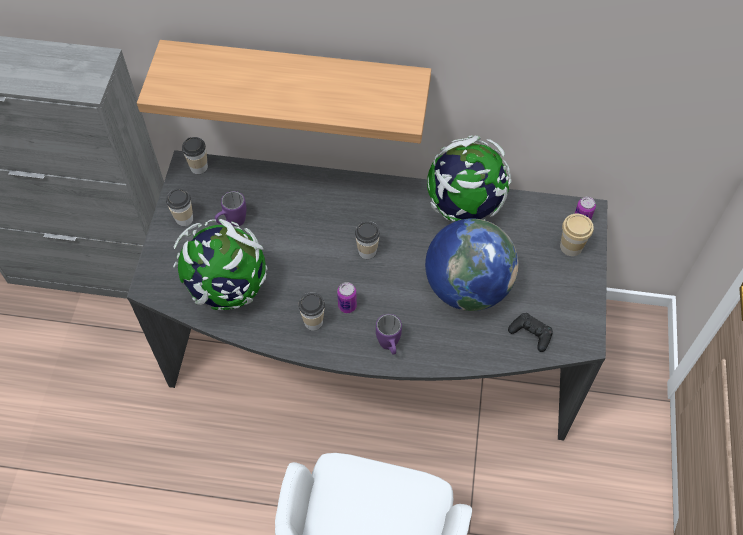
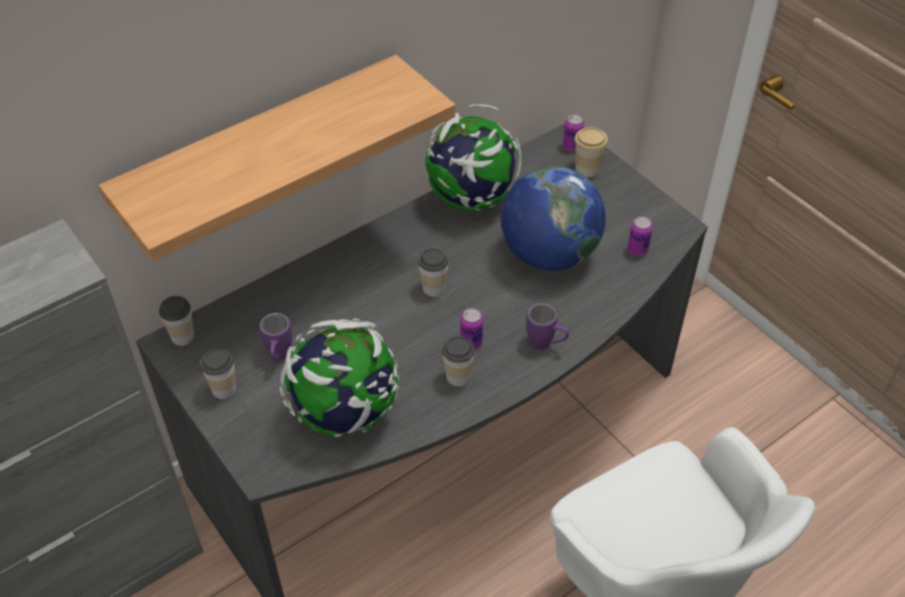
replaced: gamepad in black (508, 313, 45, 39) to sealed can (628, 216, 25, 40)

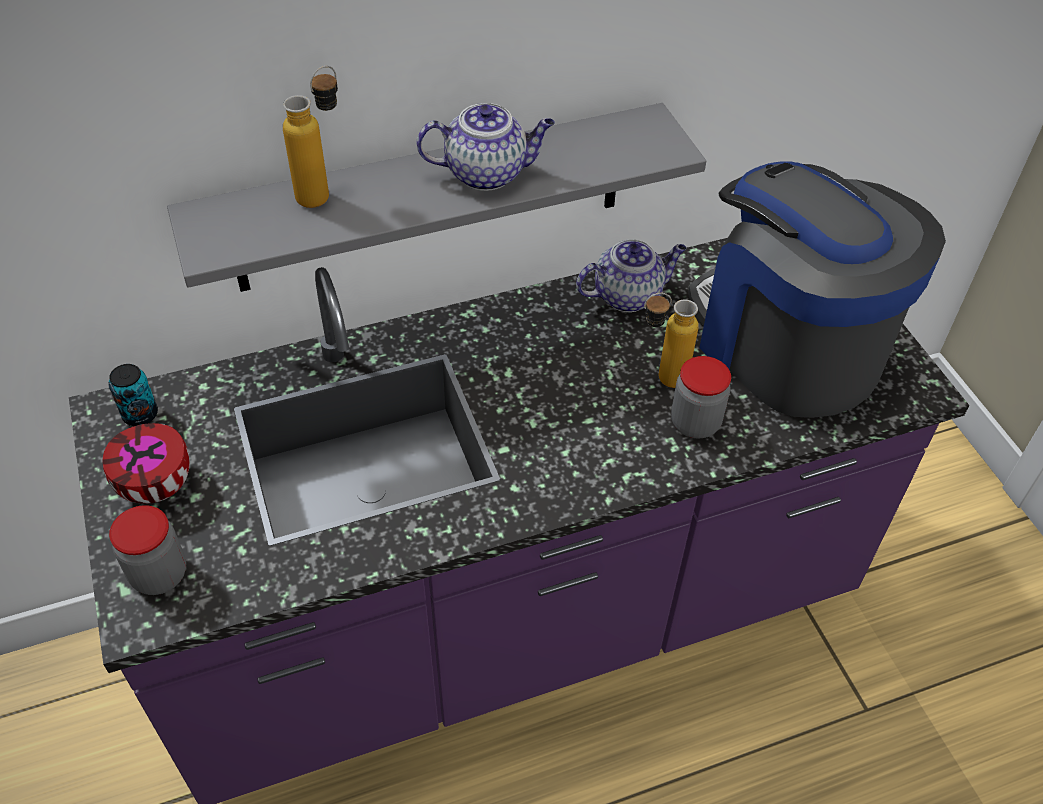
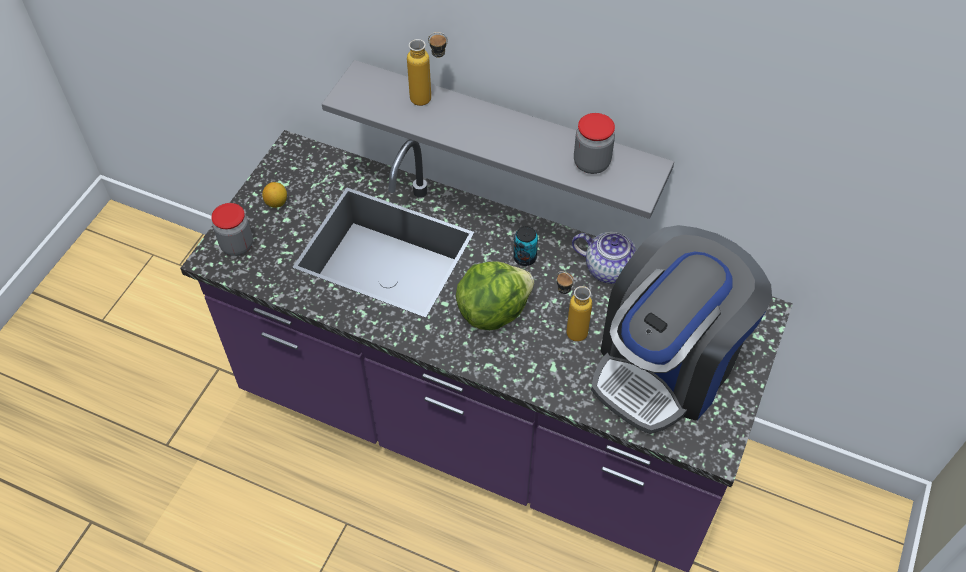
removed: teapot (416, 103, 139, 88)
added: lettuce (456, 261, 78, 69)
moved: preserve jar (671, 356, 60, 82) to (574, 113, 41, 61); sealed can (108, 364, 50, 62) to (513, 226, 25, 40)
replaced: serving bowl (103, 423, 87, 81) to citrus fruit (262, 182, 25, 26)
turned: coffee brewer (688, 162, 258, 256) = (591, 225, 181, 209) 150 degrees counterclockwise

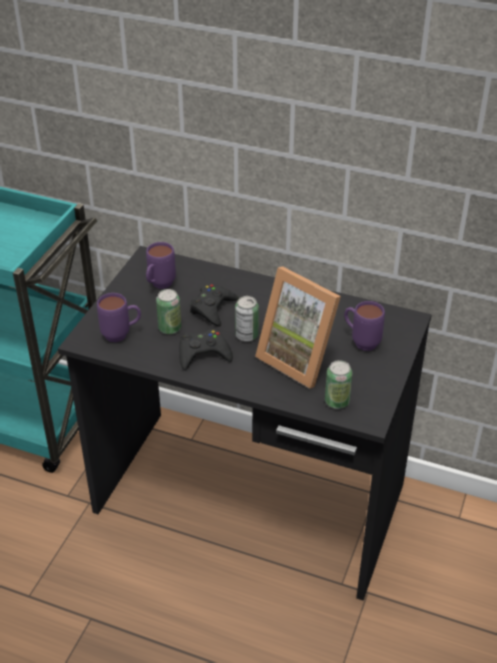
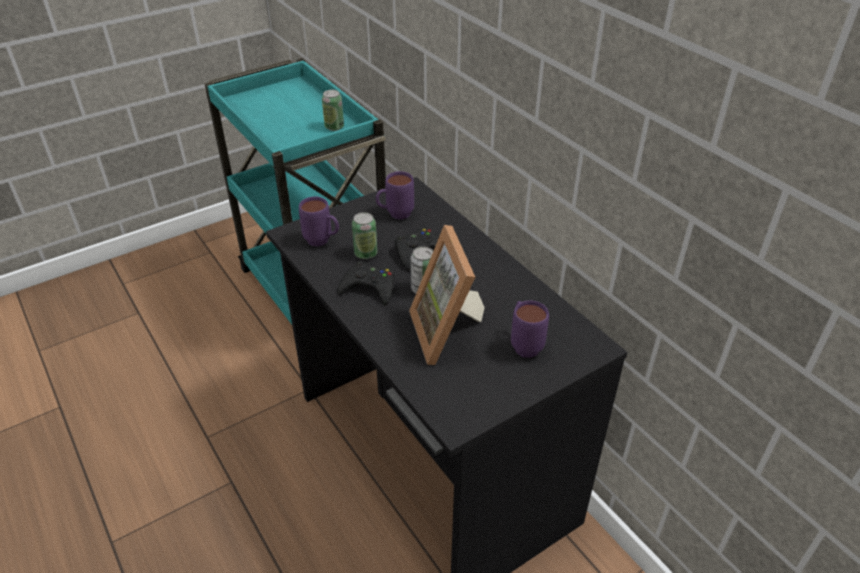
moved: sealed can (325, 360, 27, 49) to (322, 90, 22, 41)

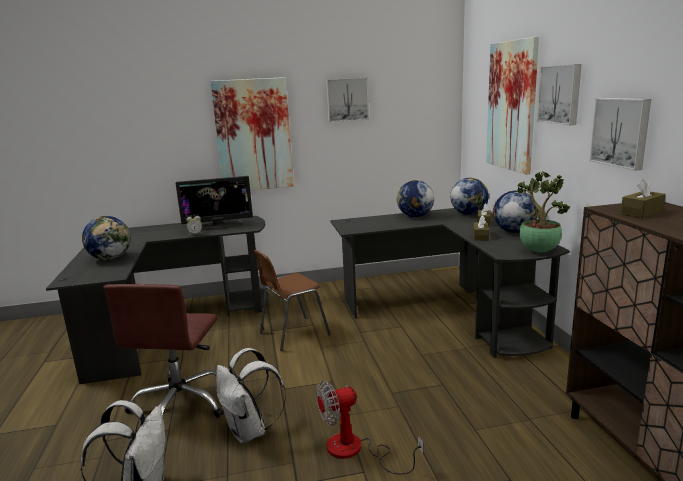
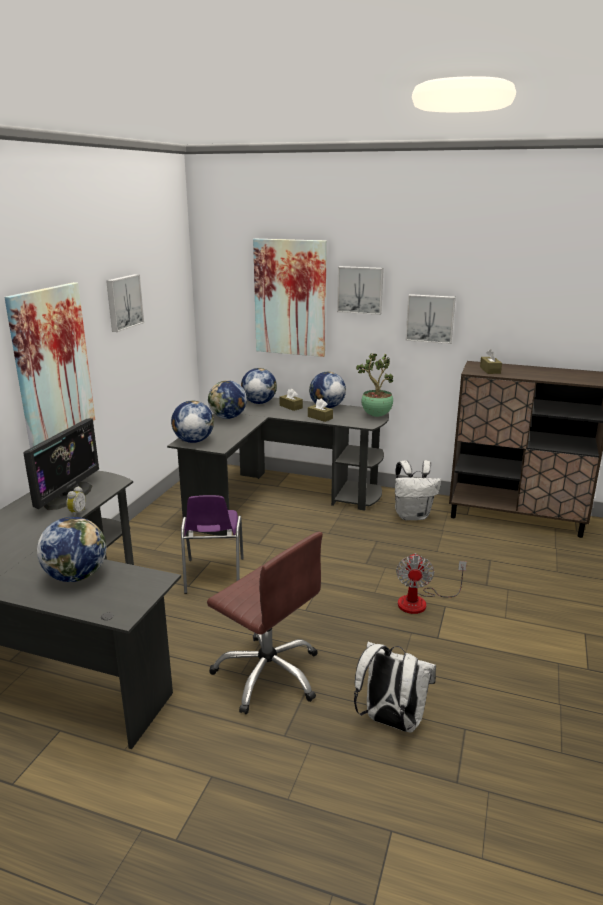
added: desk globe (171, 401, 43, 42)
moved: backpack in white (216, 348, 70, 96) to (395, 460, 46, 60)
recoloured: upright chair in brownish (253, 250, 78, 101) to upright chair in purplish (181, 495, 63, 99)

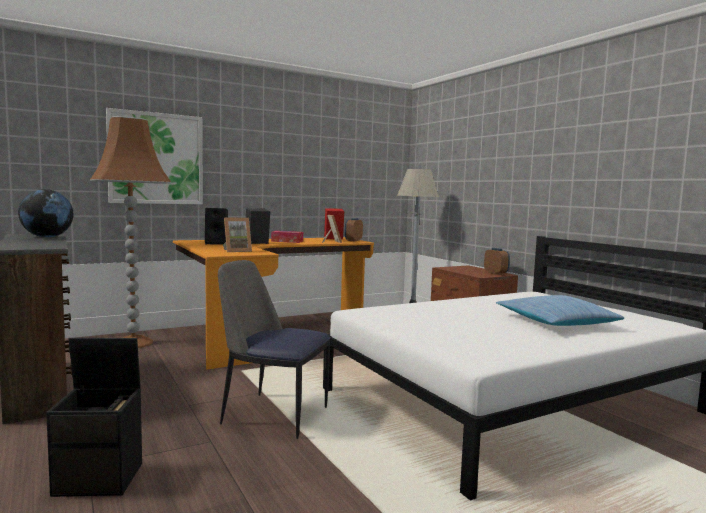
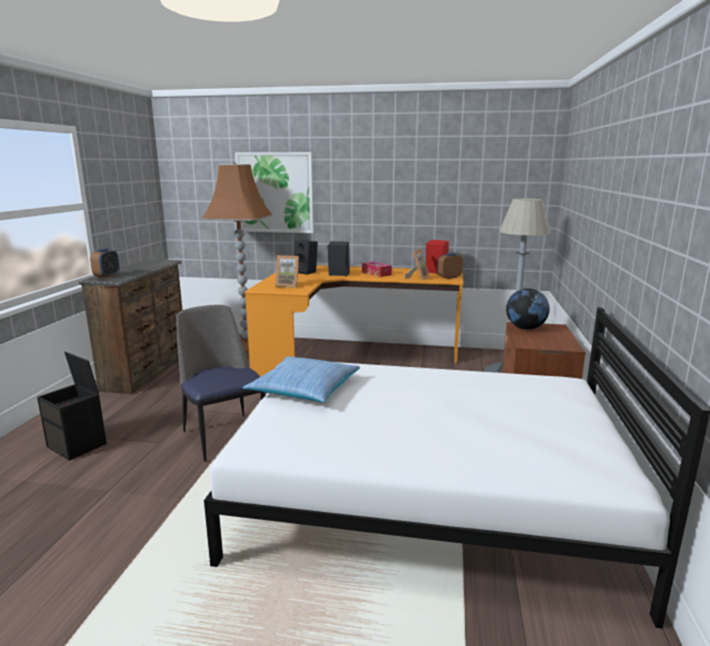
moved: desk globe (18, 189, 55, 48) to (506, 288, 43, 42); alarm clock (484, 248, 26, 27) to (90, 248, 30, 30); pillow (496, 295, 128, 31) to (243, 356, 117, 47)

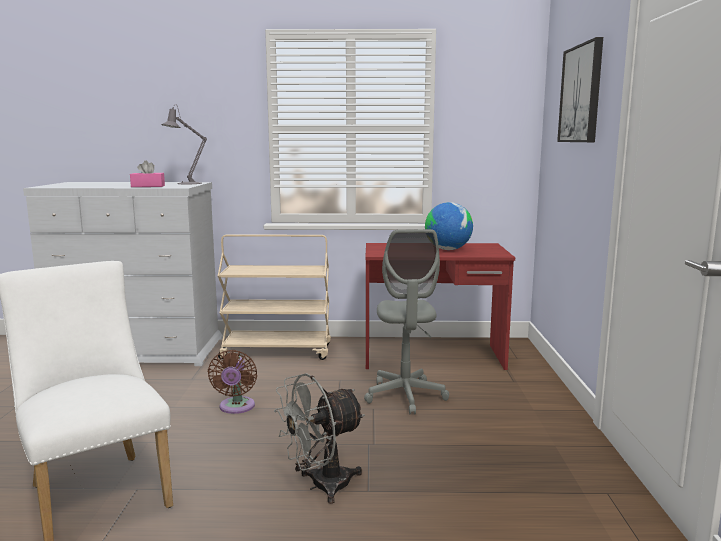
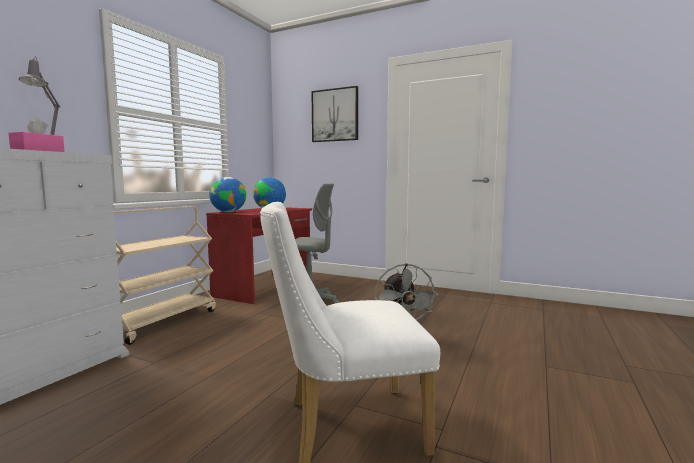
removed: fan in brownish (208, 350, 49, 64)
added: desk globe (209, 177, 37, 35)

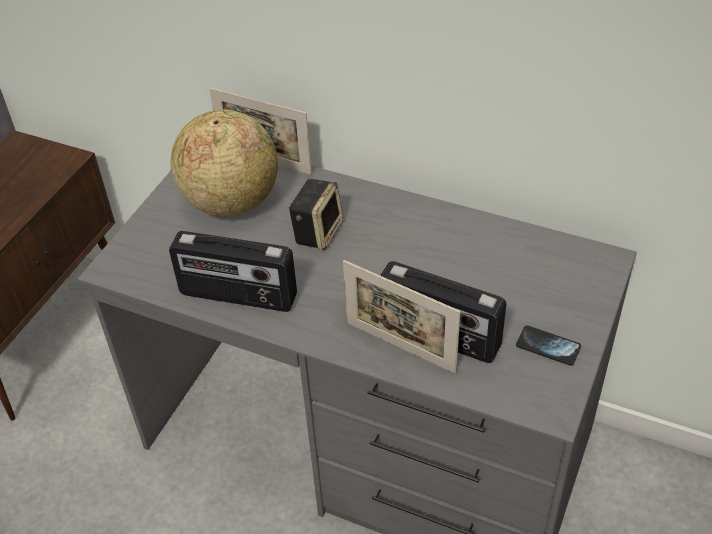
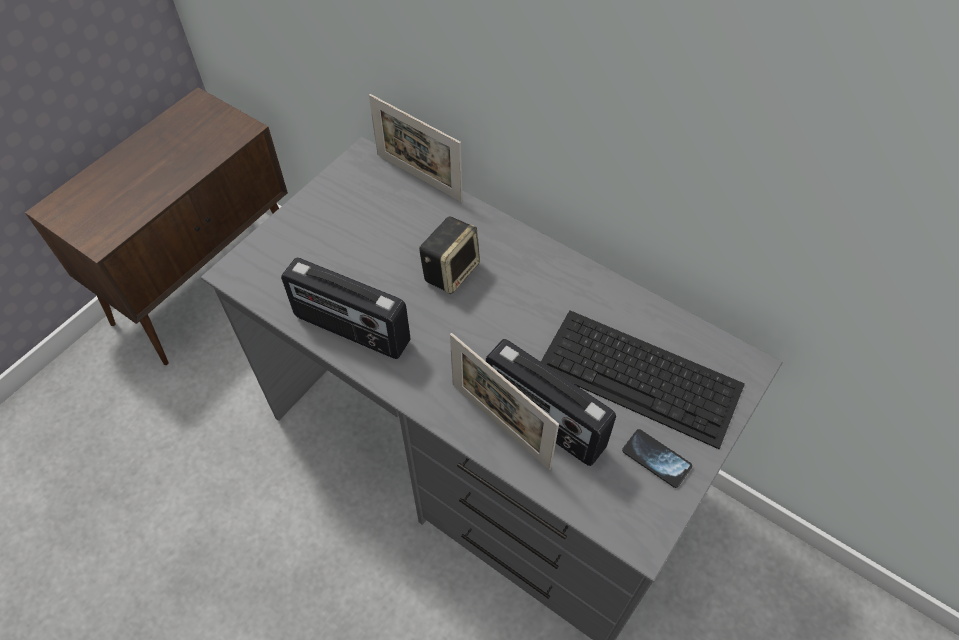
removed: desk globe (171, 109, 107, 108)
added: computer keyboard (541, 310, 204, 139)

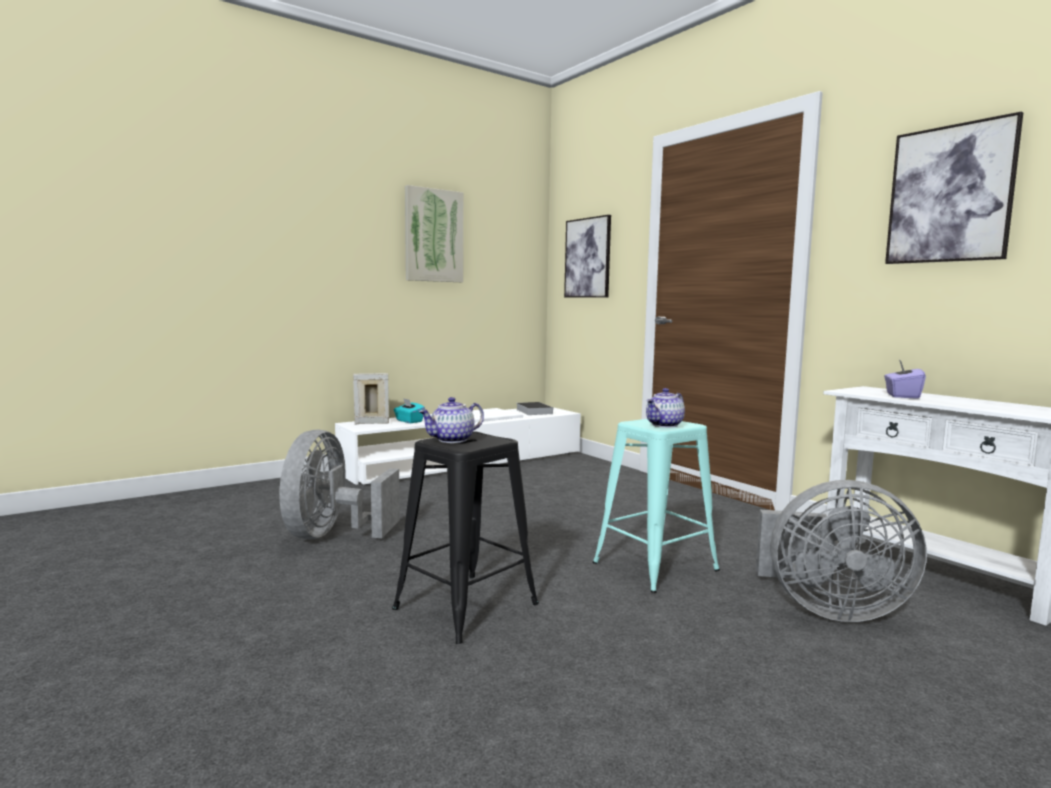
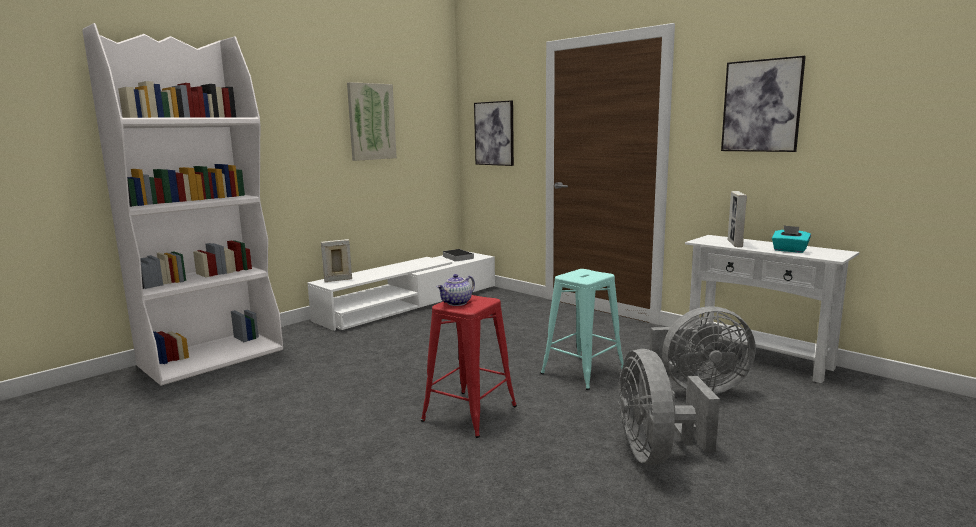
removed: teapot (646, 388, 39, 40)
added: bookcase in white (82, 23, 201, 363)
moved: tissue holder in turquoise (394, 398, 31, 25) to (772, 225, 39, 28); fan in grey (279, 429, 121, 111) to (618, 349, 102, 116)
replaced: tissue holder in purplish (884, 360, 42, 39) to standing frame (728, 191, 19, 56)
recoloured: stool in black (392, 431, 147, 213) to stool in red (421, 295, 96, 143)

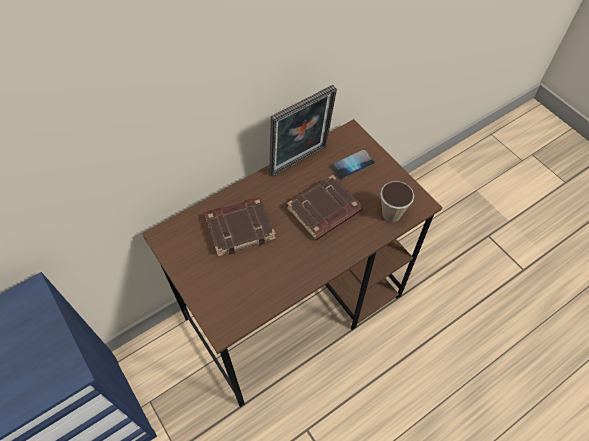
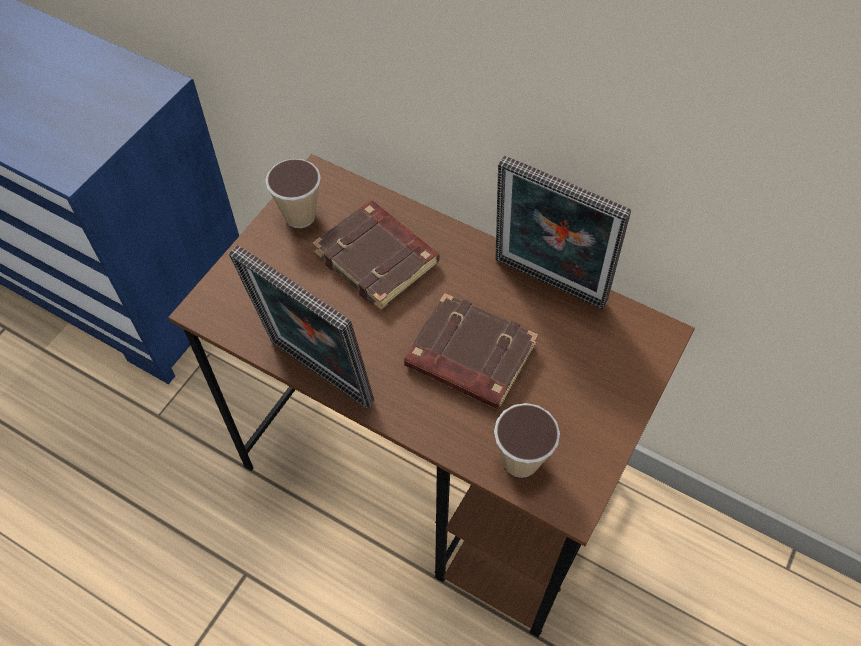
removed: telephone (330, 150, 45, 30)
added: drinking cup (265, 159, 56, 69); standing frame (229, 245, 146, 164)

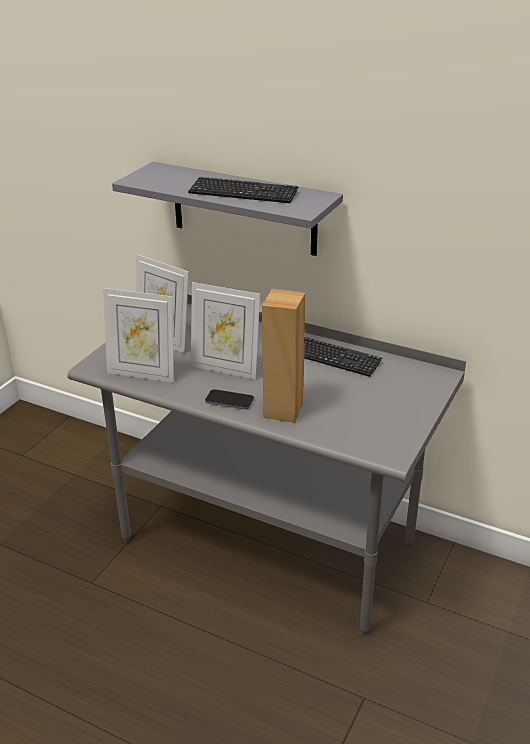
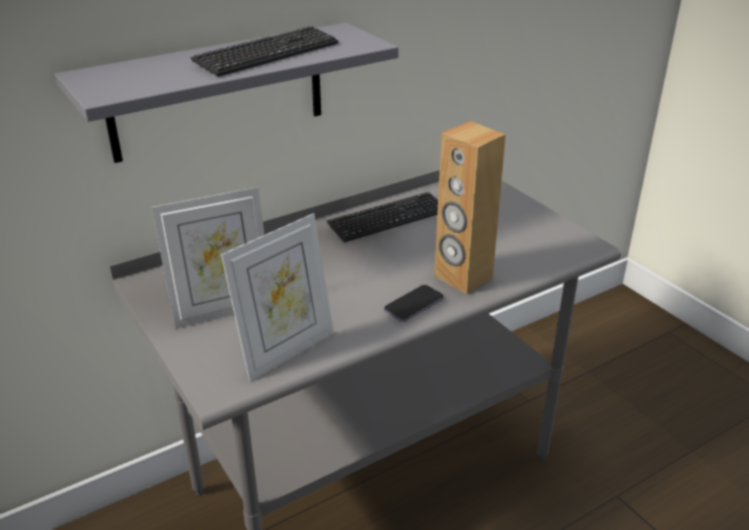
removed: standing frame (191, 282, 69, 98)

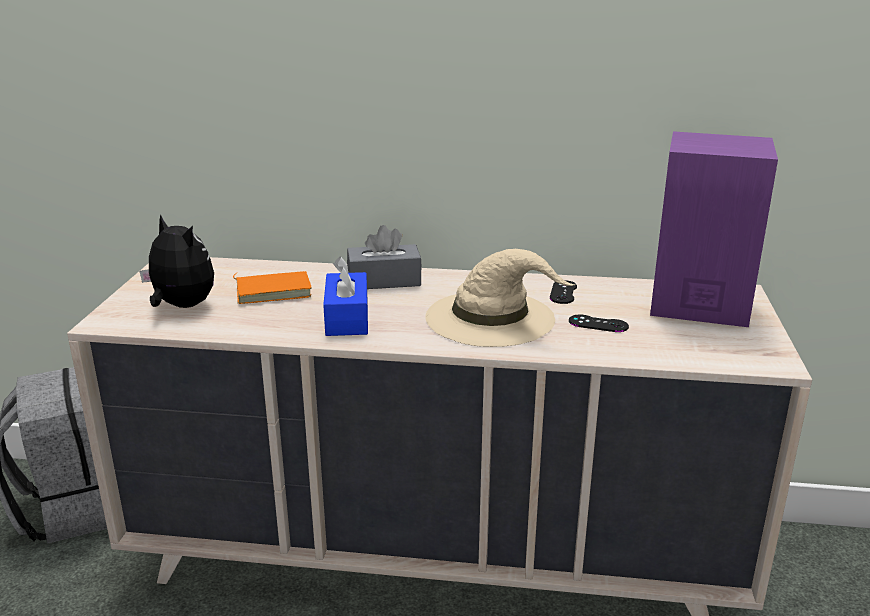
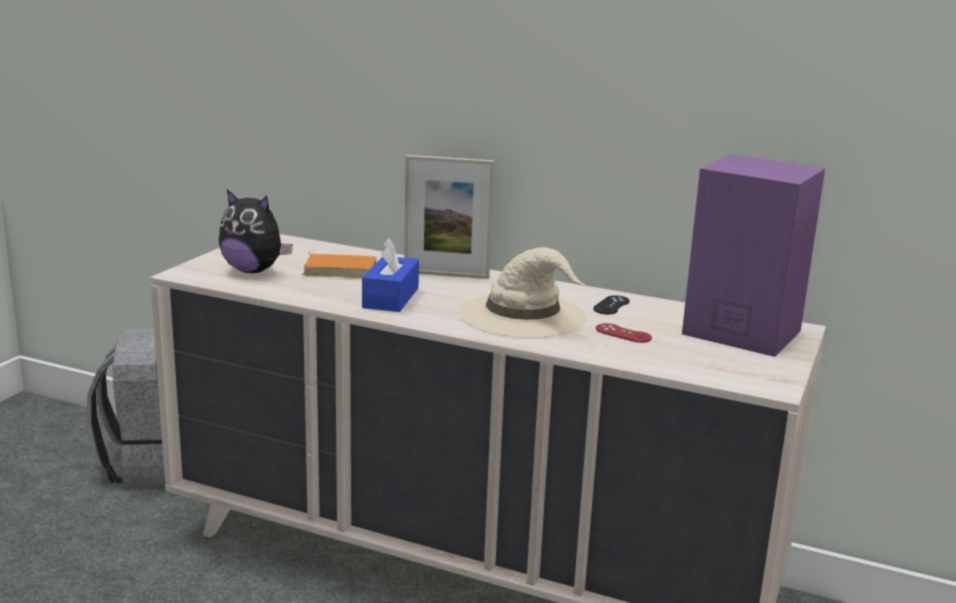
replaced: tissue holder in grey (347, 225, 75, 64) to standing frame (404, 155, 90, 124)
recoloured: gamepad in black (569, 315, 60, 17) to gamepad in red (596, 323, 56, 20)
turned: soft toy (140, 214, 74, 94) = (219, 190, 74, 83) 150 degrees clockwise

